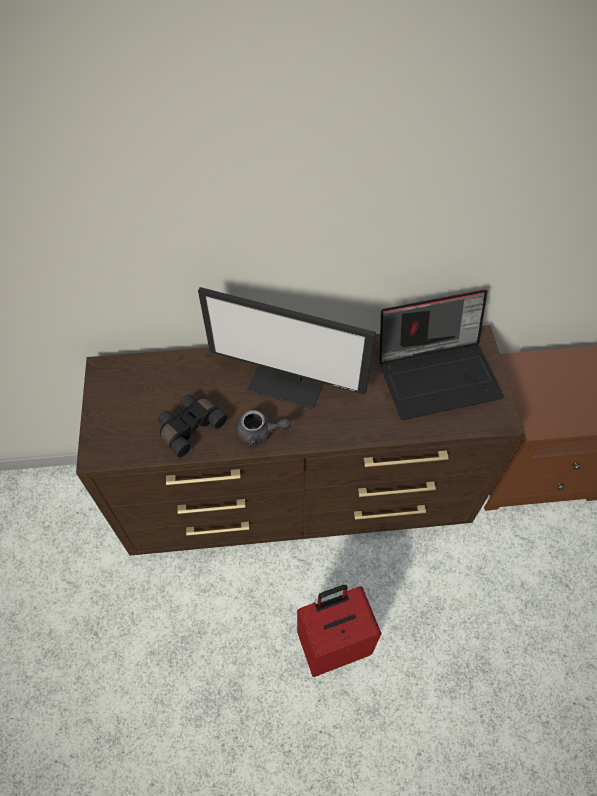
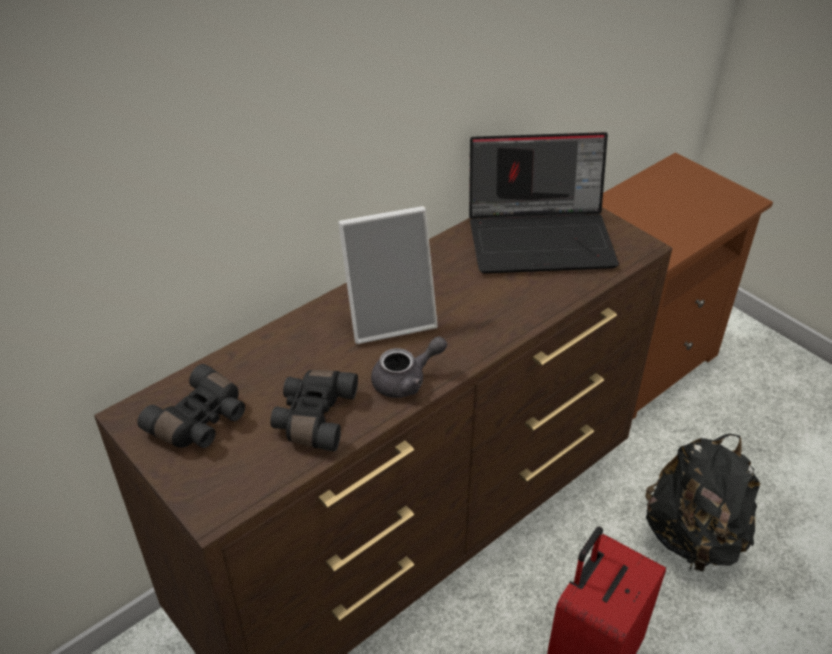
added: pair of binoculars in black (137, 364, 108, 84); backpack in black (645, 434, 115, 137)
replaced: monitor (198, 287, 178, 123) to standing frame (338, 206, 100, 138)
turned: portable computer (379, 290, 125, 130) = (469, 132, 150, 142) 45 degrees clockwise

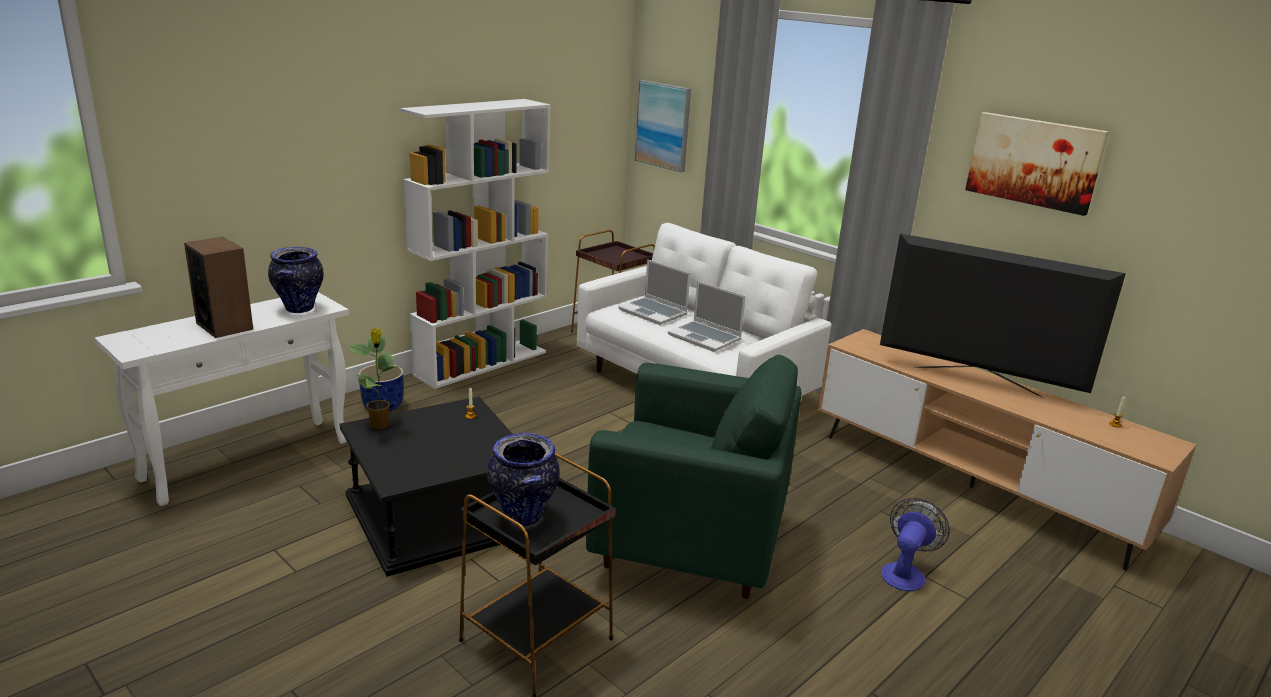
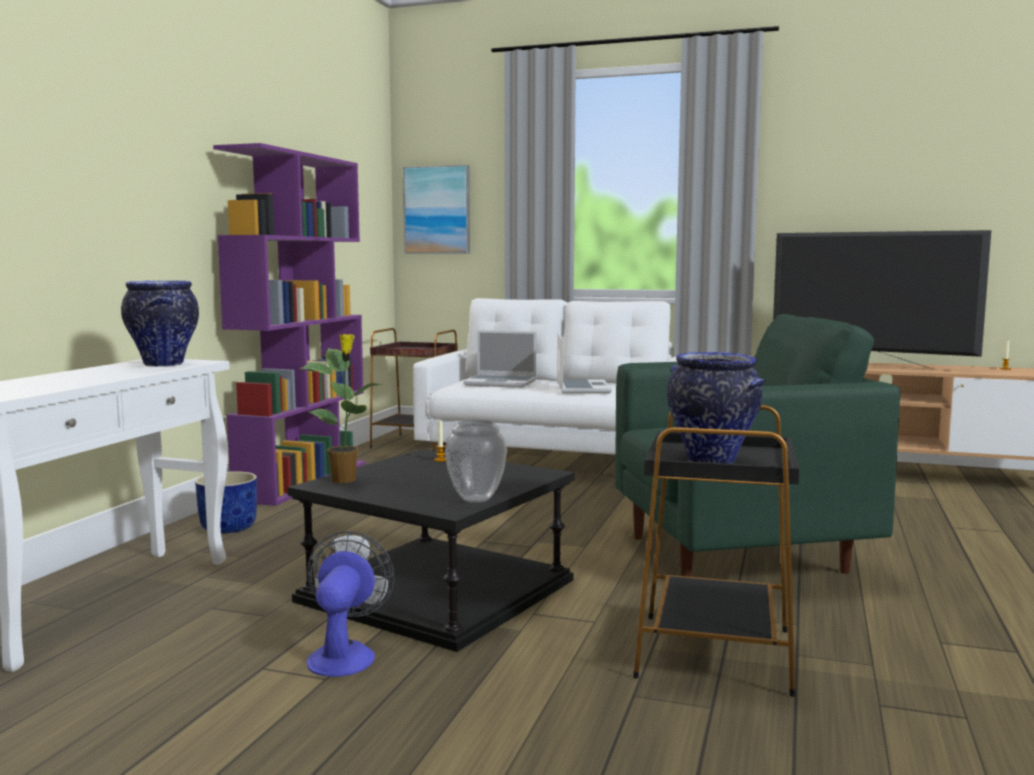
removed: wall art (965, 112, 144, 104); speaker (184, 237, 69, 101)
added: decorative vase (444, 420, 63, 83)
moved: fan (881, 498, 69, 93) to (307, 531, 87, 146)
recoloured: bookcase in white (400, 99, 151, 290) to bookcase in purplish (213, 143, 152, 363)
turned: TV (880, 233, 246, 164) = (773, 230, 218, 140) 150 degrees counterclockwise; portable computer (668, 281, 78, 71) = (557, 333, 55, 61) 105 degrees counterclockwise

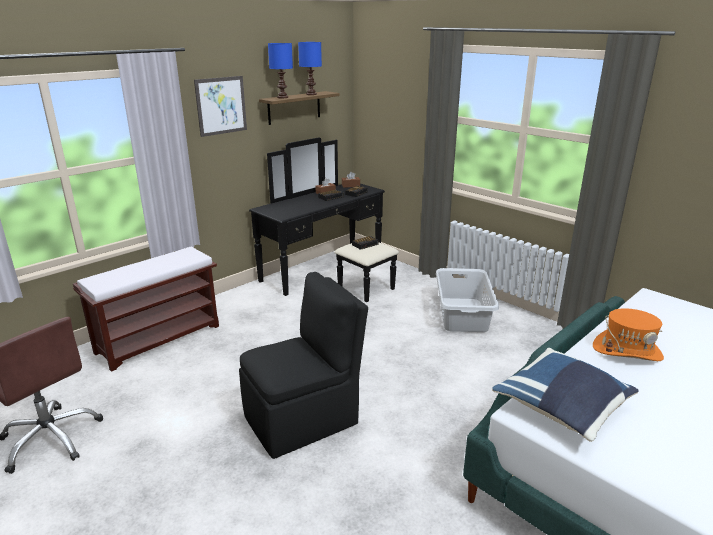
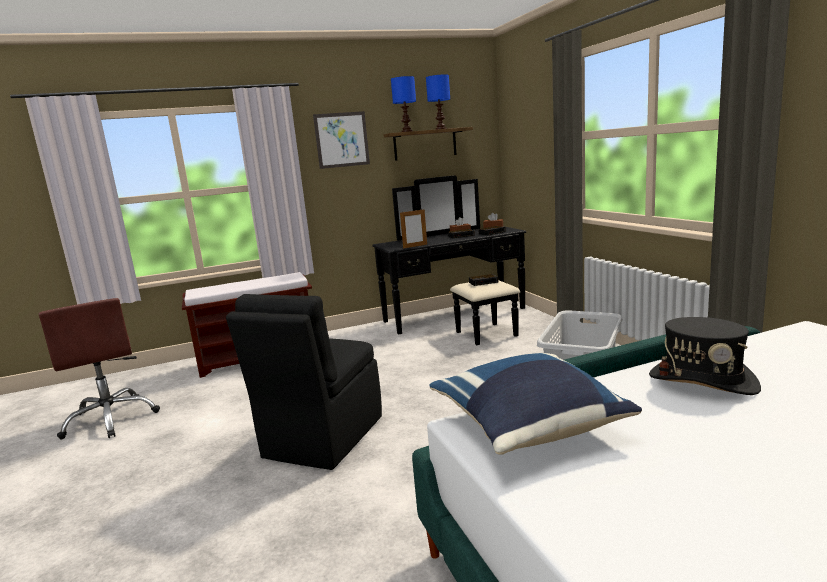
added: standing frame (400, 209, 27, 40)
recoloured: wearable hat in orange-coloured (593, 308, 71, 53) to wearable hat in black (649, 317, 112, 78)
turned: upright chair in black (239, 272, 129, 187) = (226, 294, 156, 176) 120 degrees clockwise

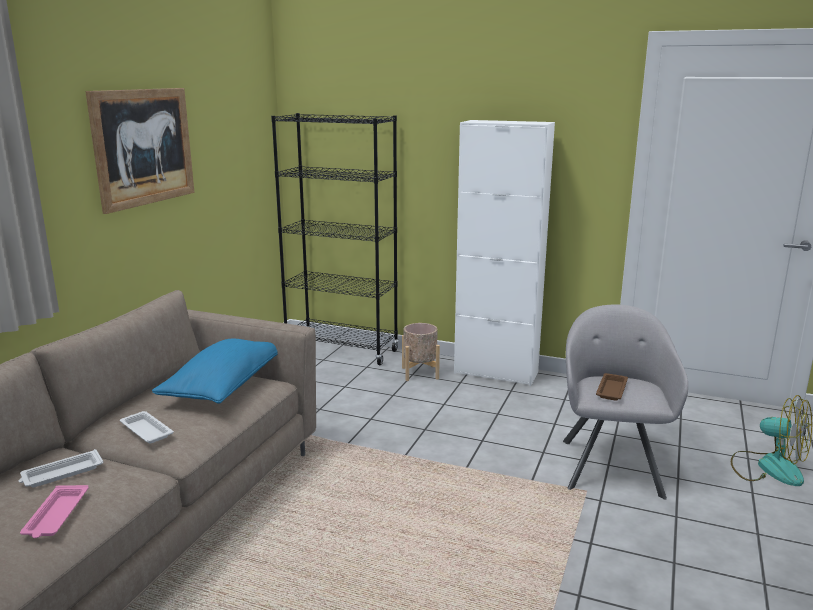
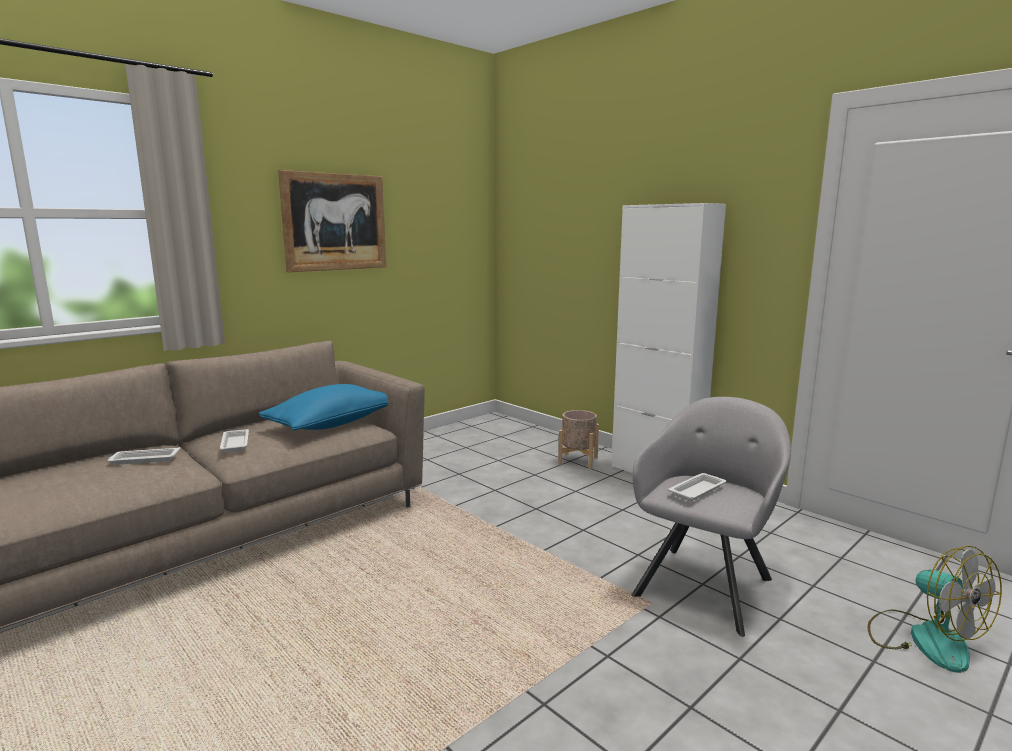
removed: bookcase in black (271, 113, 128, 252); carrying tray in pink-coloured (20, 485, 69, 53)
recoloured: carrying tray in brownish (596, 373, 32, 28) to carrying tray in white (668, 473, 59, 28)

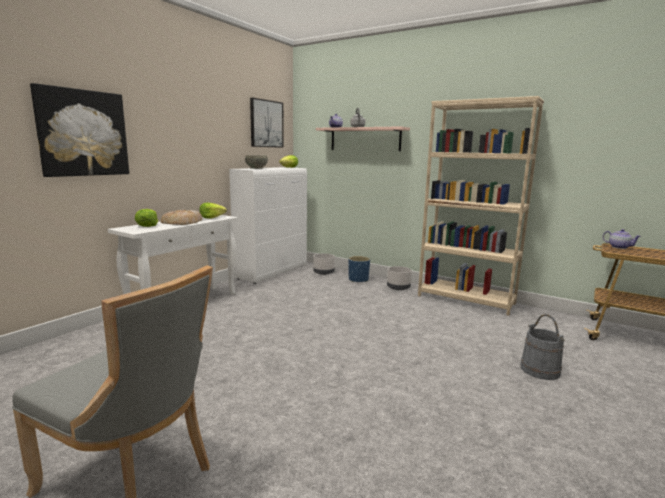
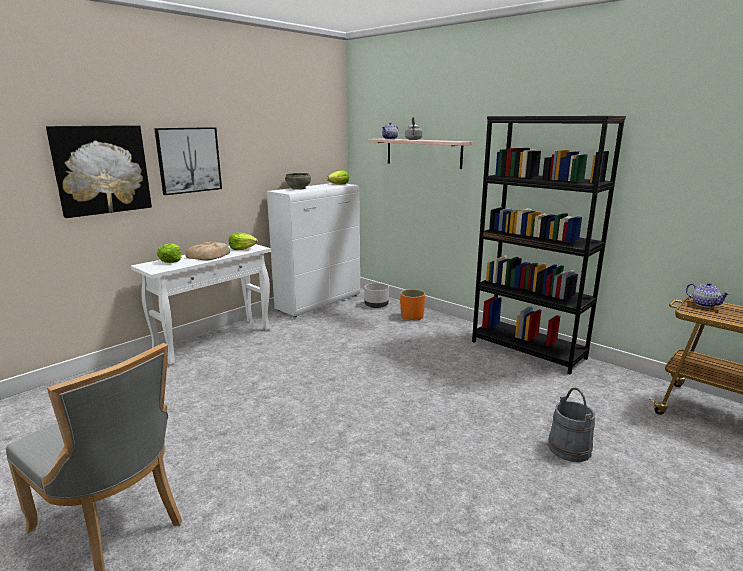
removed: flower pot in grey (387, 266, 25, 24)
moved: wall art (250, 98, 34, 50) to (154, 127, 68, 68)
recoloured: bookcase in beige-coloured (418, 96, 126, 220) to bookcase in black (472, 116, 154, 259); flower pot in bluish (348, 256, 22, 26) to flower pot in orange-coloured (400, 289, 25, 31)

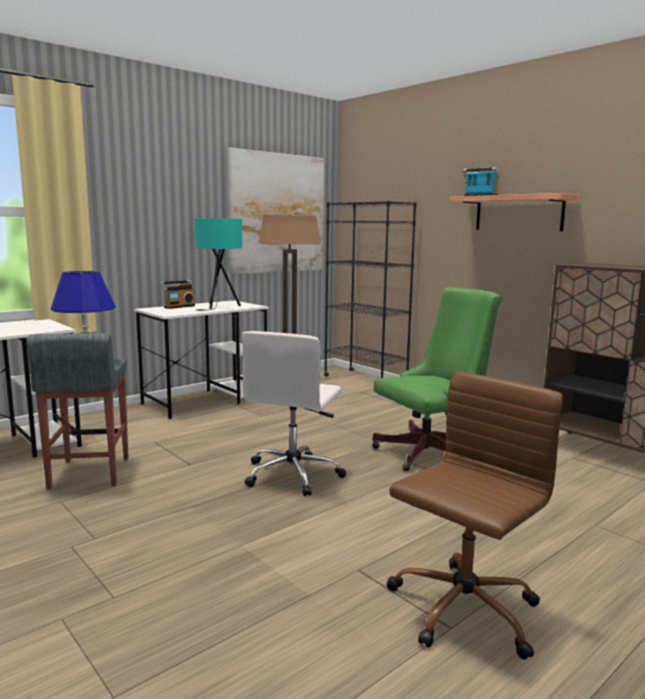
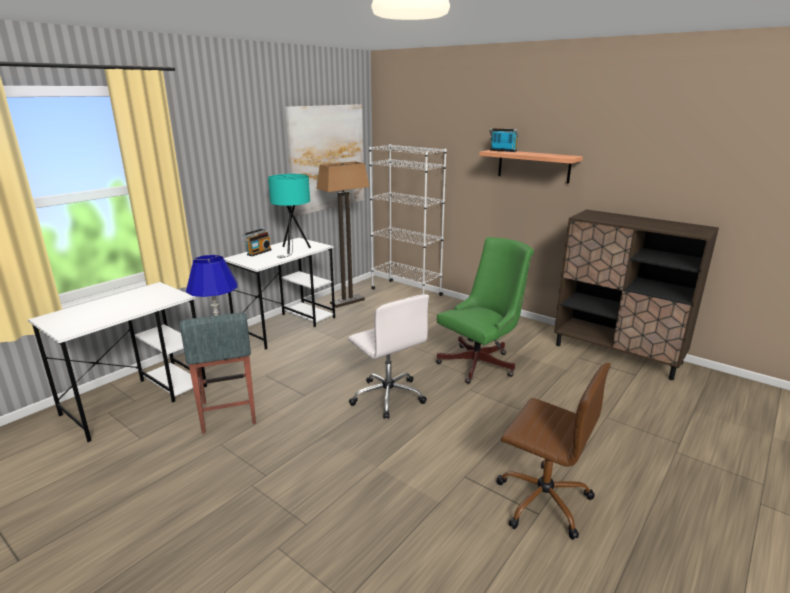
recoloured: bookcase in black (324, 201, 93, 177) to bookcase in white (369, 144, 78, 152)
turned: computer chair in white (242, 331, 104, 165) = (348, 294, 81, 125) 45 degrees counterclockwise; computer chair in brownish (387, 372, 176, 288) = (496, 363, 115, 177) 90 degrees clockwise

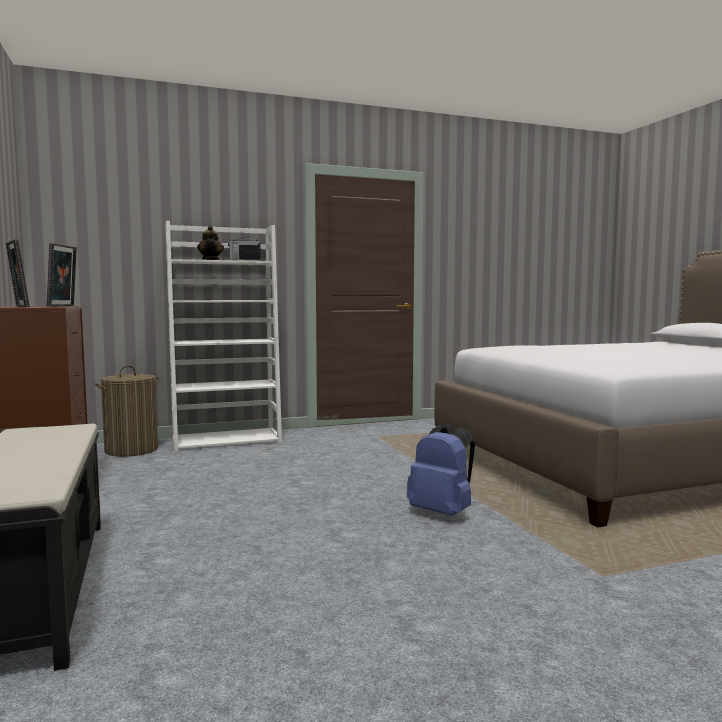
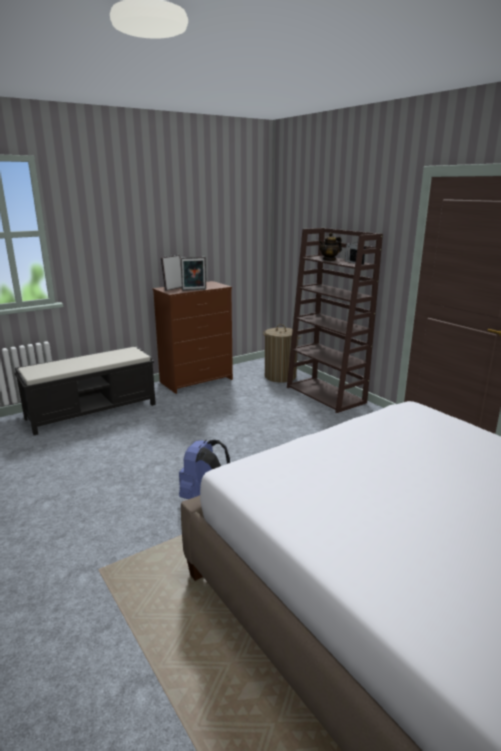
recoloured: bookcase in white (165, 221, 117, 230) to bookcase in brownish (287, 228, 96, 185)

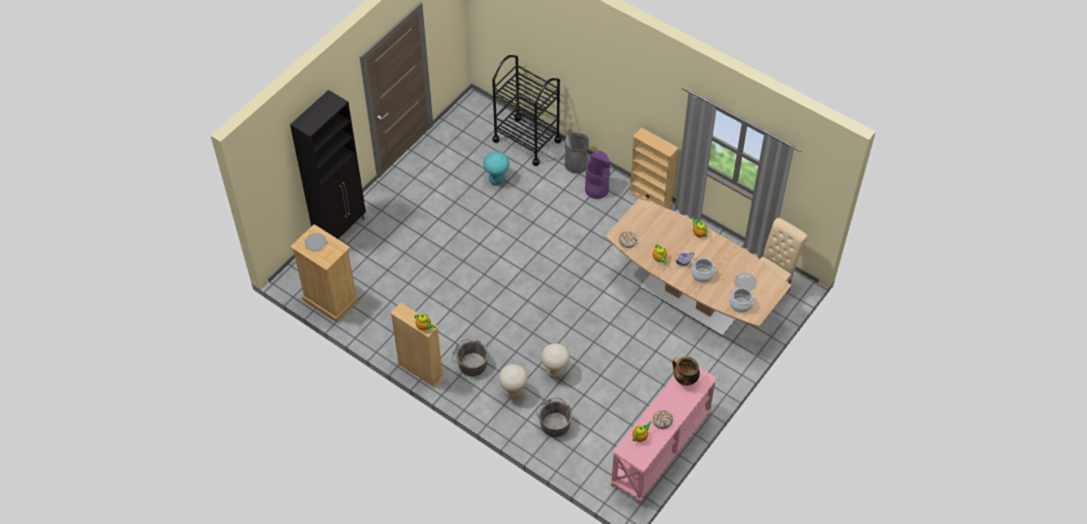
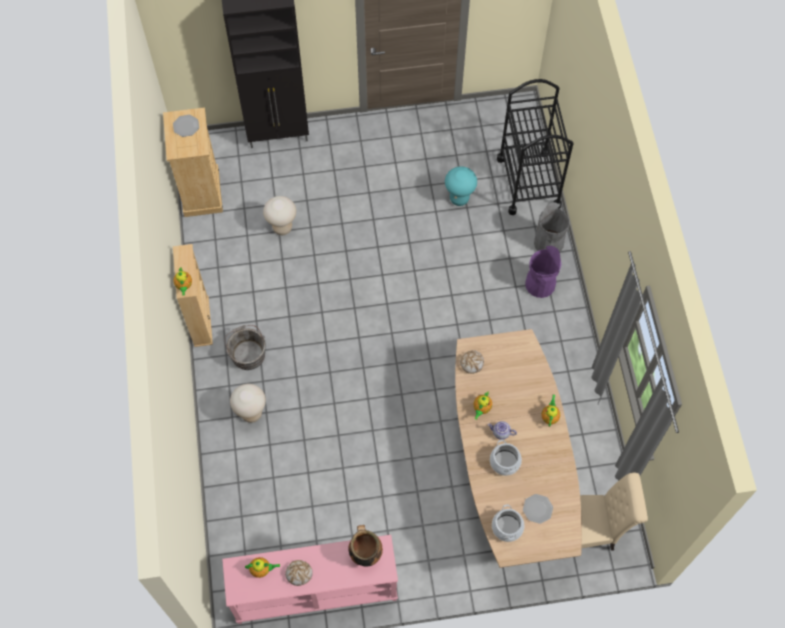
removed: bookcase in beige-coloured (629, 127, 49, 81); pail in grey (536, 398, 36, 39)
moved: stool in beige-coloured (541, 343, 29, 36) to (263, 196, 33, 39)

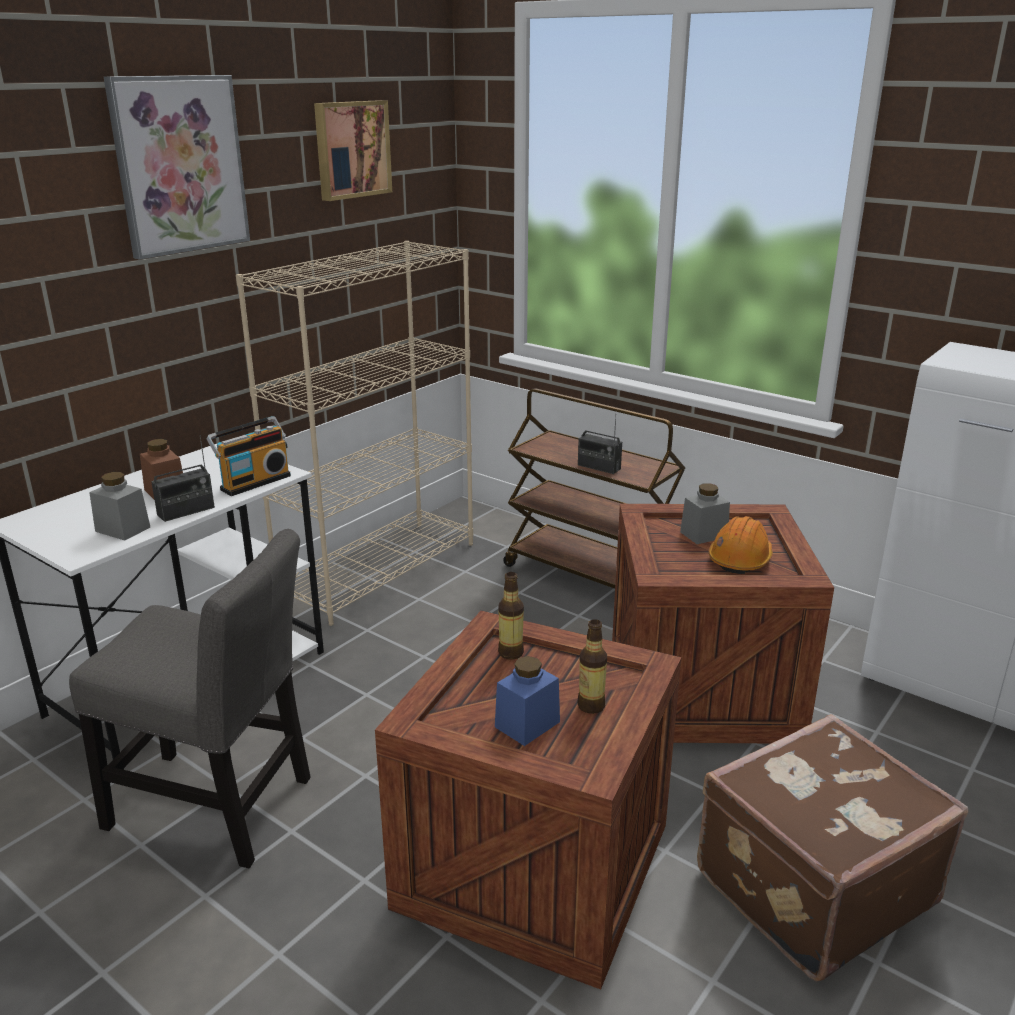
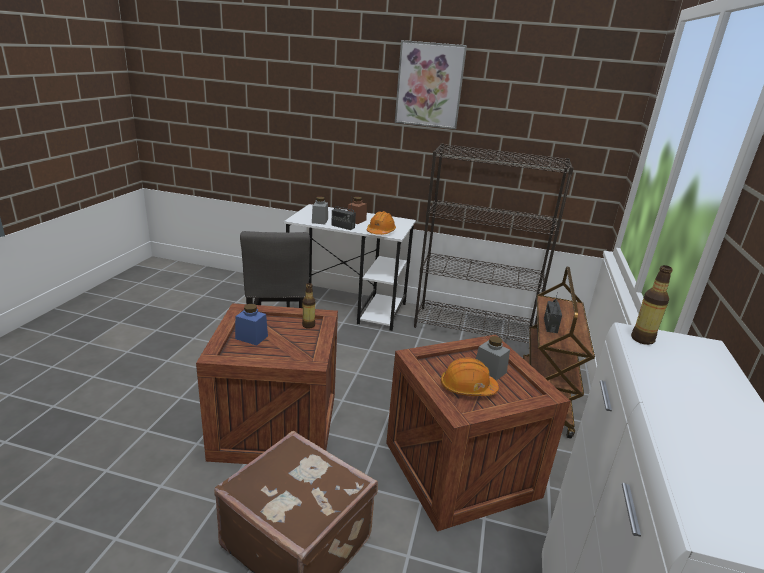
removed: wall art (314, 100, 78, 101)
moved: drink bottle (577, 619, 30, 95) to (631, 265, 42, 80)
replaced: radio set (206, 416, 85, 80) to work helmet in orange-coloured (367, 211, 29, 24)
recoloured: bookcase in beige-coloured (236, 241, 237, 385) to bookcase in black (414, 143, 160, 200)

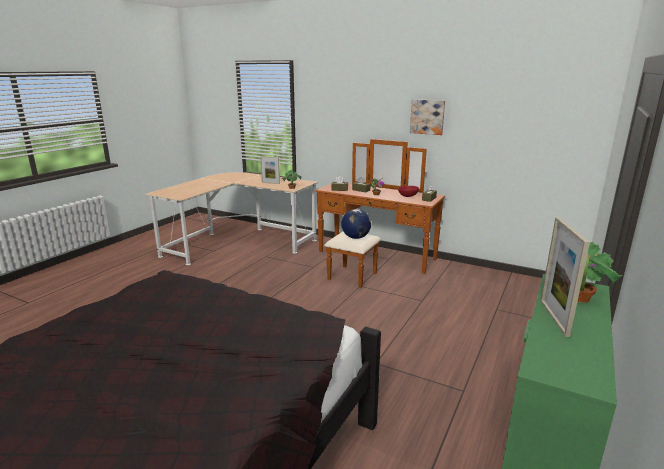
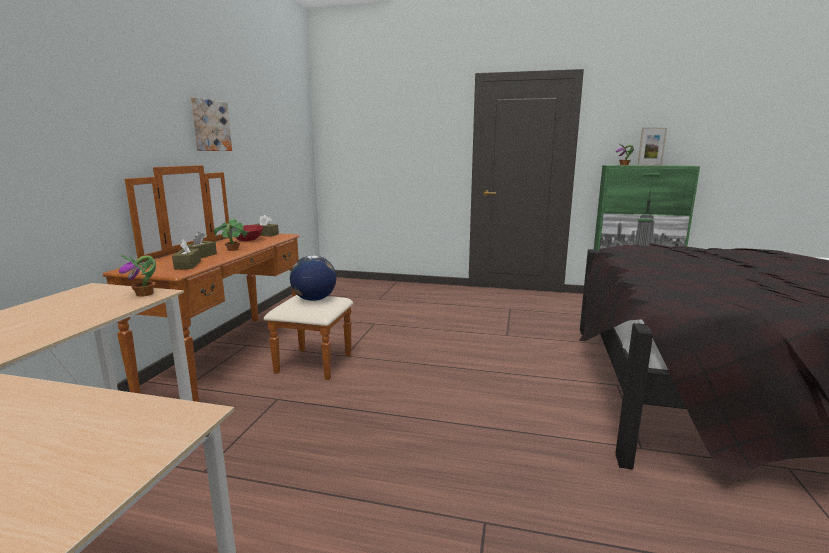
removed: standing frame (260, 156, 20, 28)

